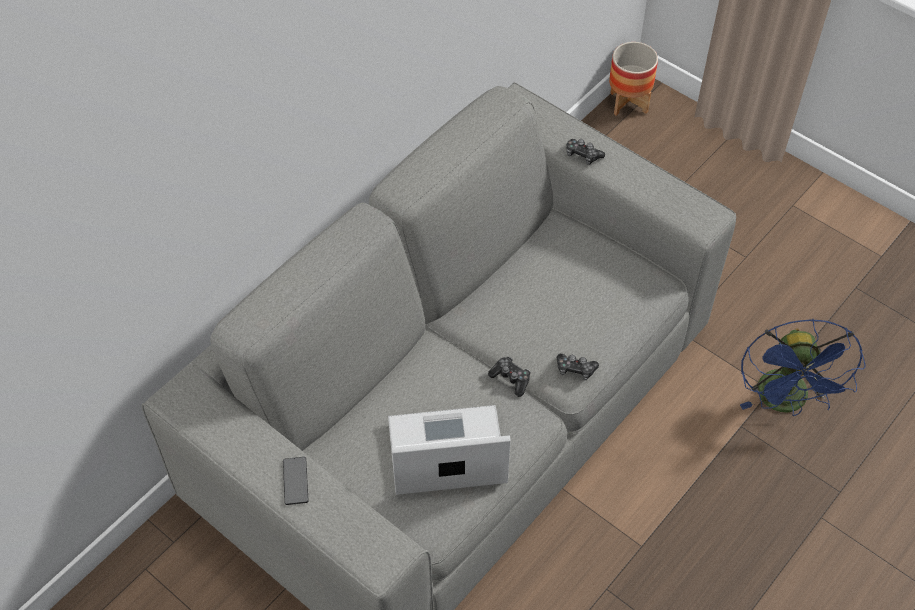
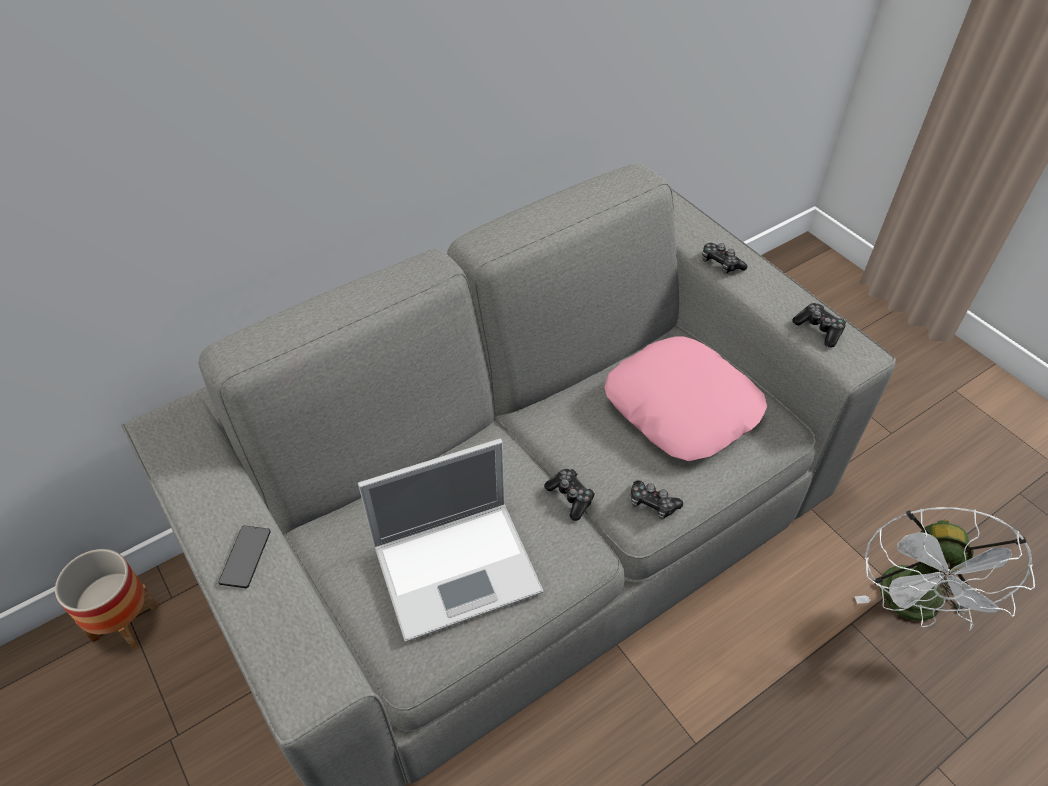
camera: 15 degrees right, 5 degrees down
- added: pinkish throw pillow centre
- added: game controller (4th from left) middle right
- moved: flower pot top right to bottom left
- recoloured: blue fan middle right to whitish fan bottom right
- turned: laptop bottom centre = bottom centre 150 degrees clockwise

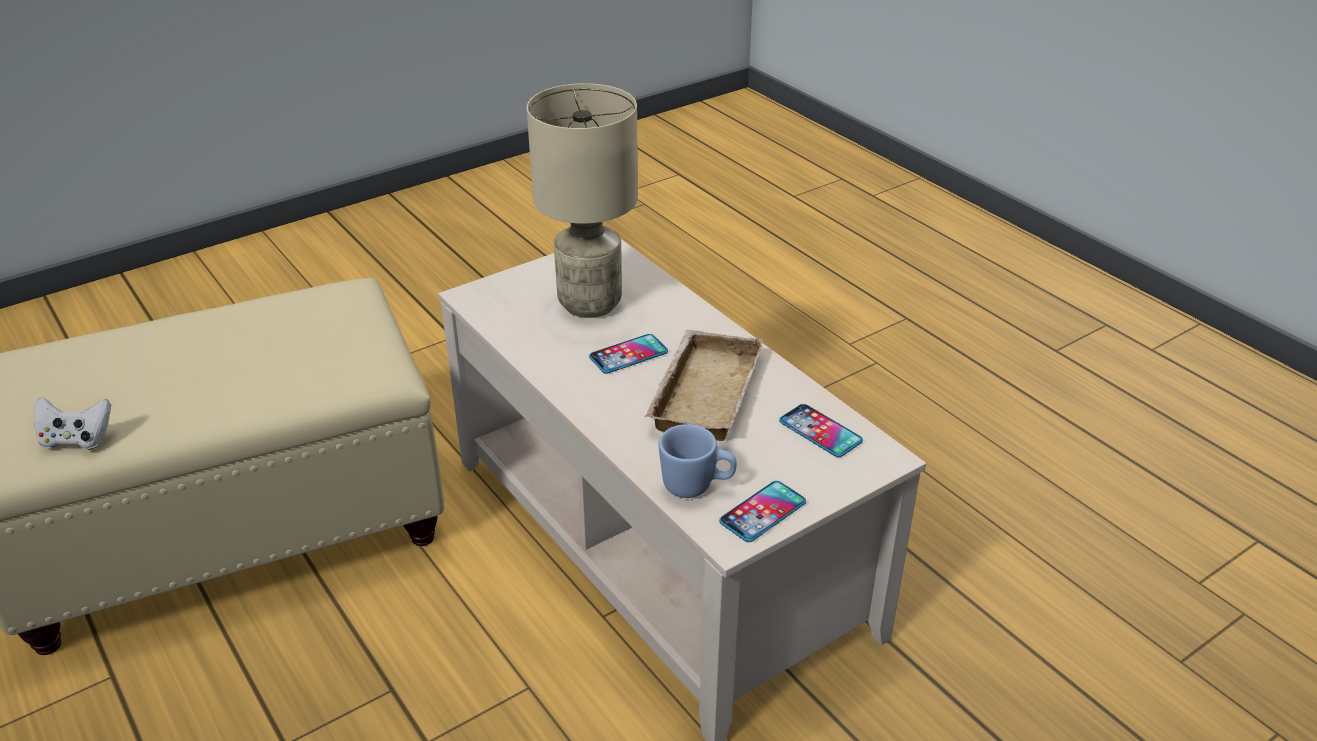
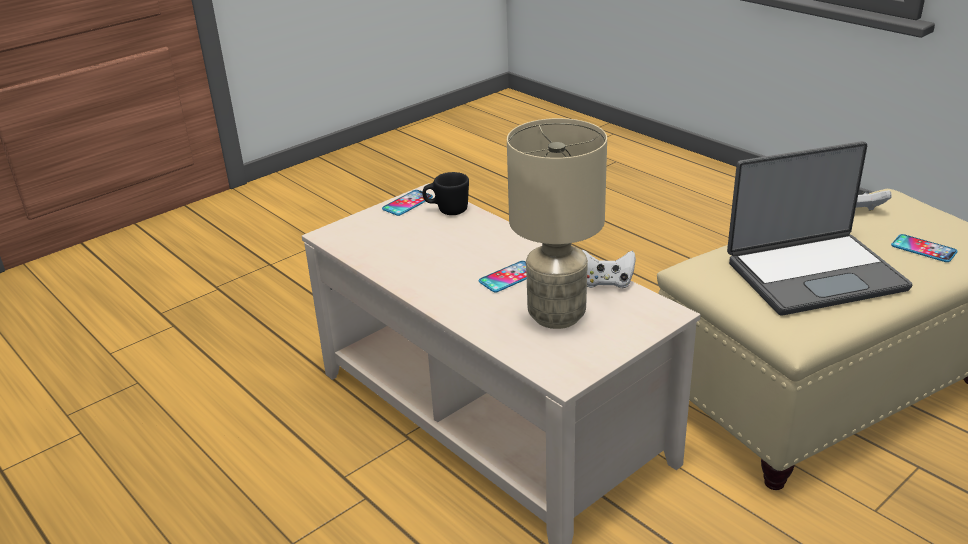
camera: 175 degrees right, 5 degrees down
- removed: sand-coloured serving tray centre
- added: whitish game controller (1st from left) centre
- added: laptop middle right
- moved: phone (3rd from left) centre to middle right
- recoloured: blue coffee mug centre to blackish coffee mug centre

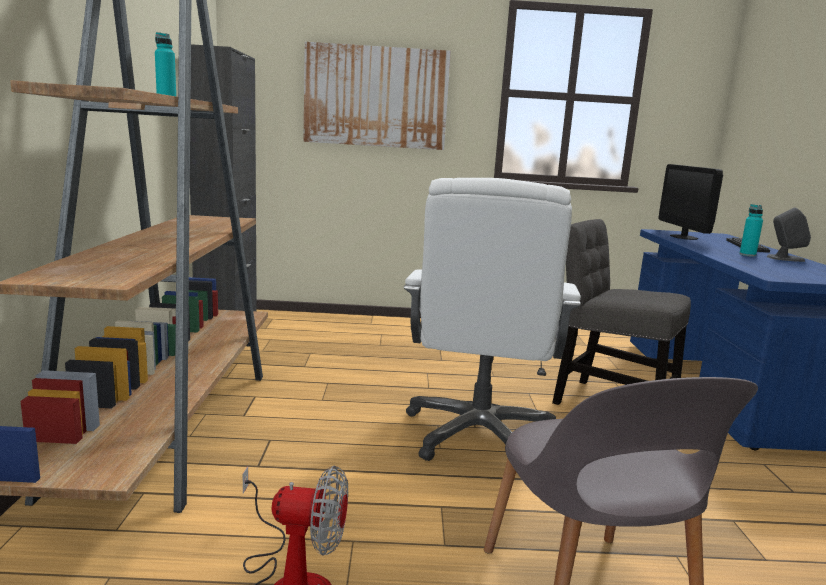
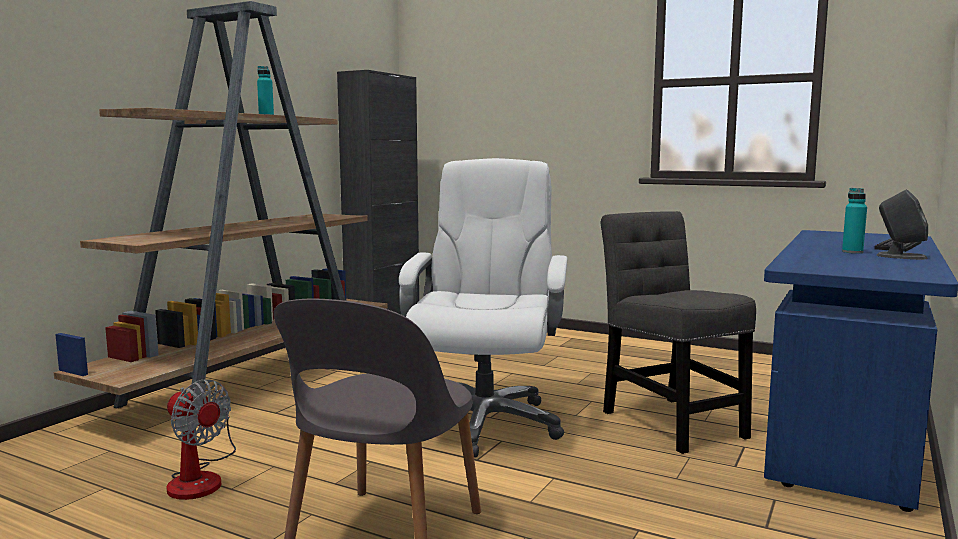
camera: 30 degrees right, 5 degrees down
- removed: wall art top centre
- removed: monitor middle right
- turned: whitish computer chair centre = centre 150 degrees clockwise

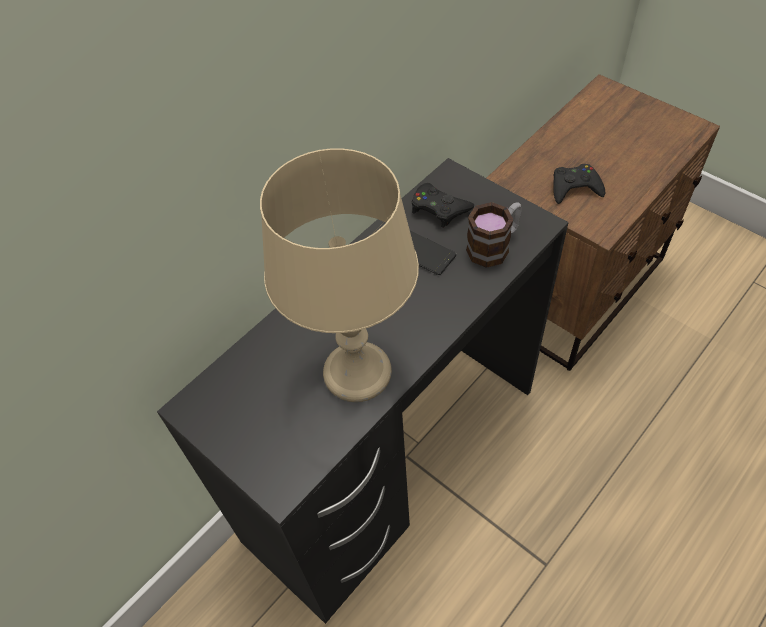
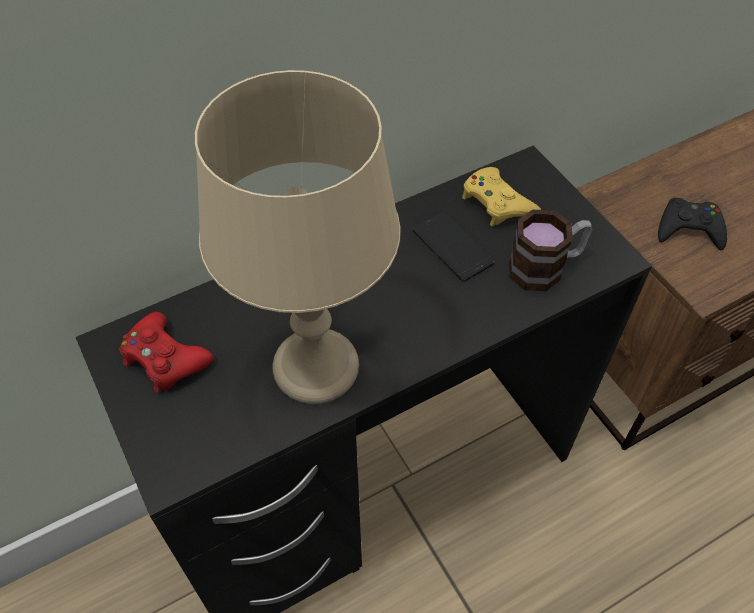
camera: 15 degrees right, 0 degrees up
- added: reddish game controller middle left
- recoloured: blackish game controller (1st from left) top centre to yellowish game controller top centre

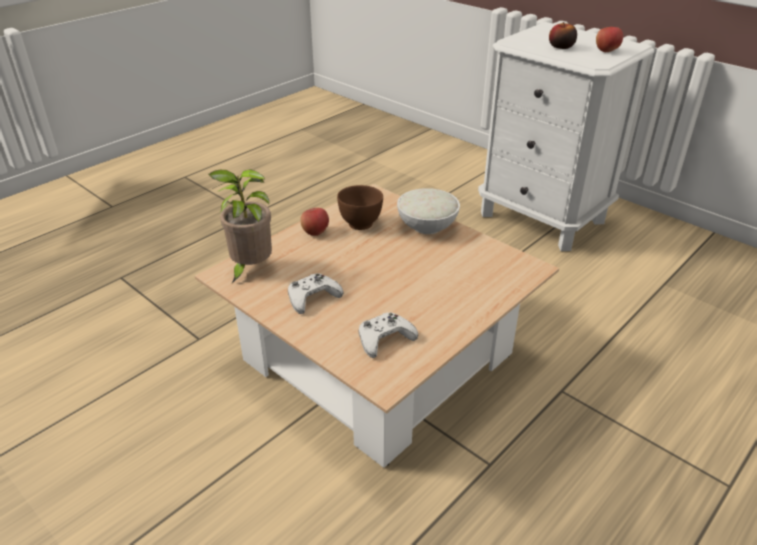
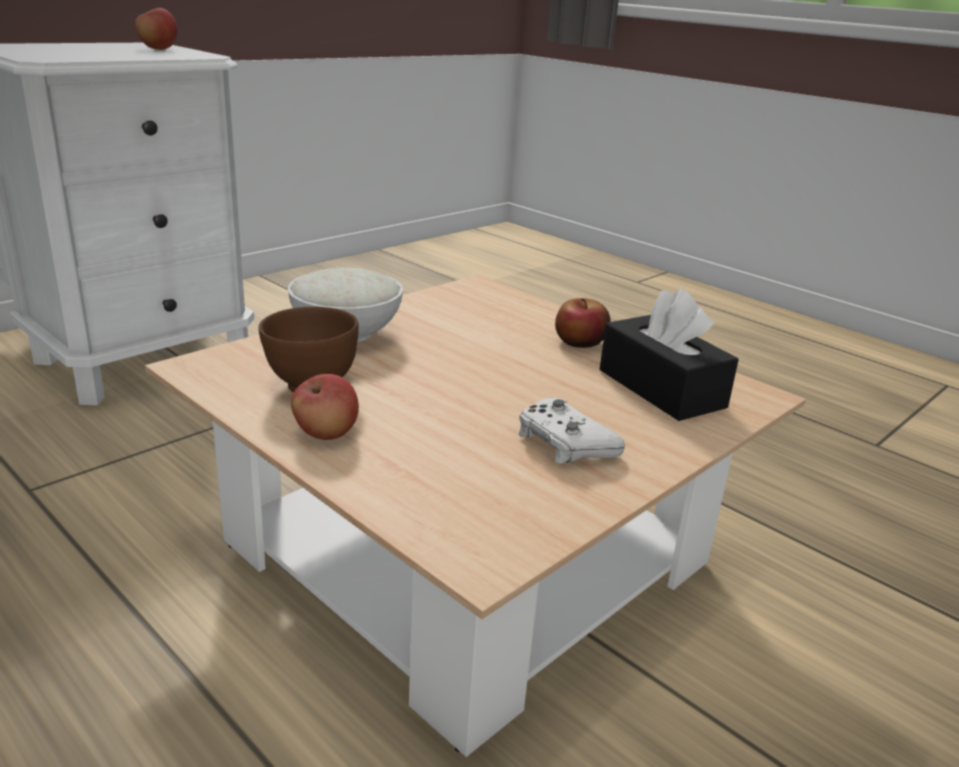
camera: 90 degrees left, 10 degrees down
- removed: potted plant middle left
- moved: whole apple (2nd from left in the first image) top right to whole apple (3rd from left) centre
- replaced: whitish game controller (2nd from left) centre to blackish box of tissues middle right

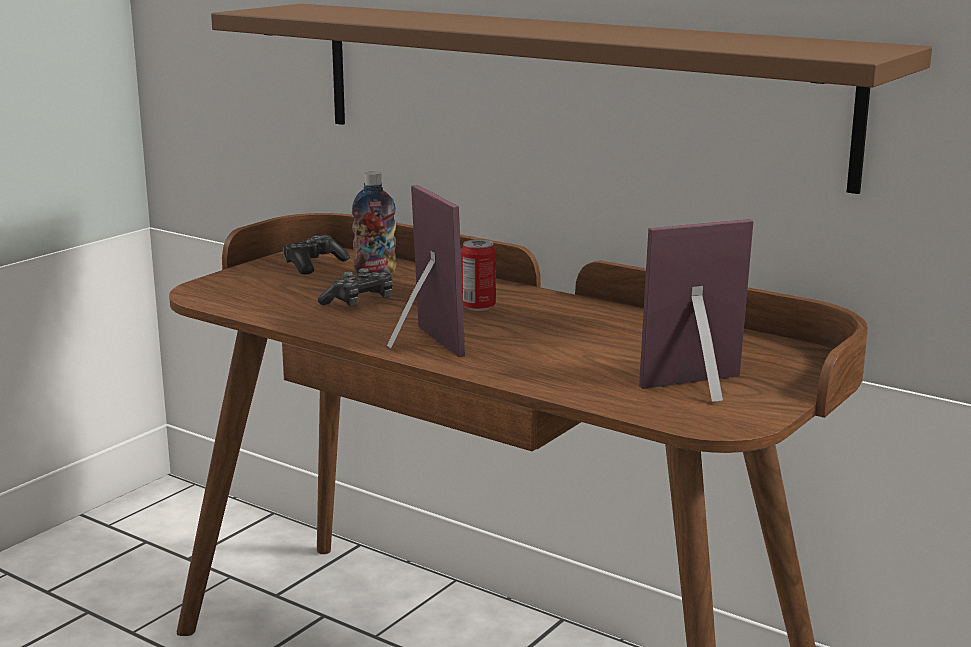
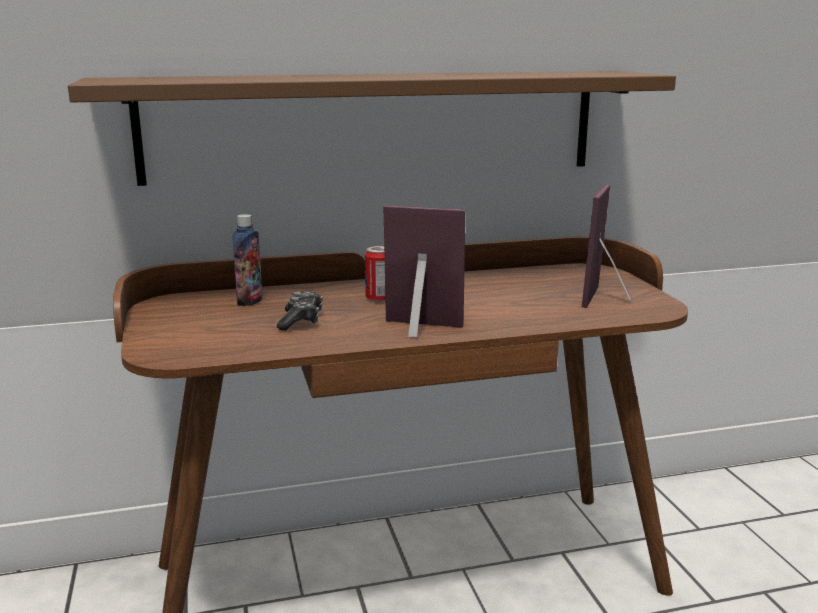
camera: 50 degrees left, 0 degrees up
- removed: game controller (1st from left) middle left

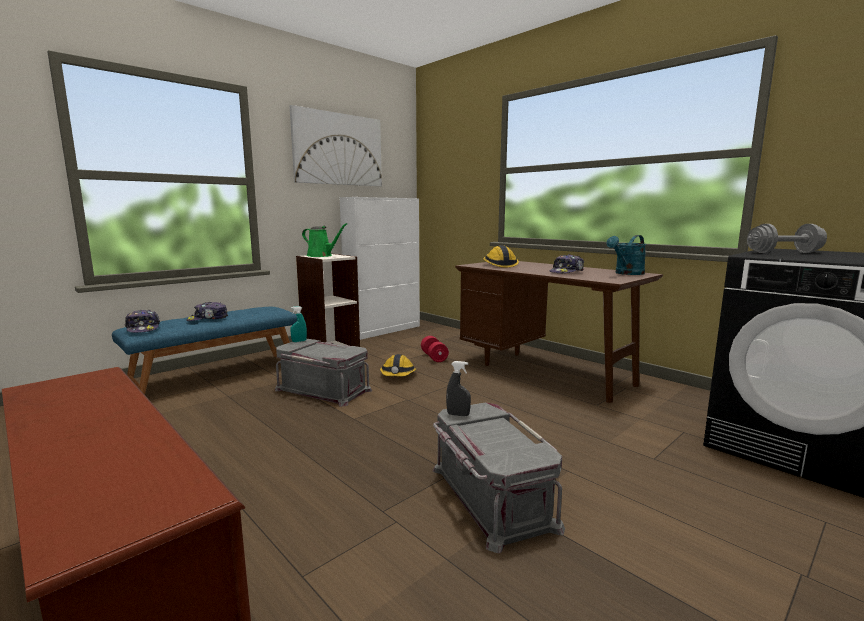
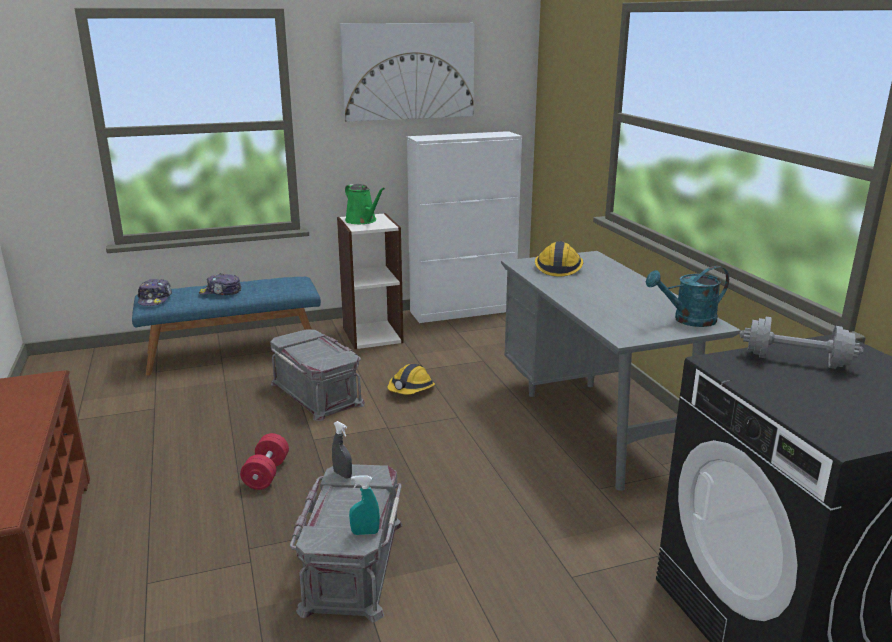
camera: 25 degrees right, 10 degrees up
- removed: baseball cap (3rd from left) centre
- moved: blue-green spray bottle centre to bottom centre
- moved: reddish free weight centre to bottom left
- recoloured: brown-coloured desk table centre to grey desk table middle right

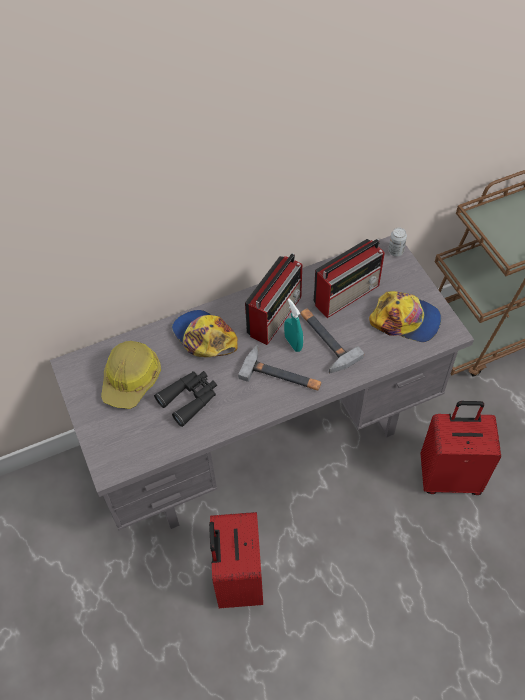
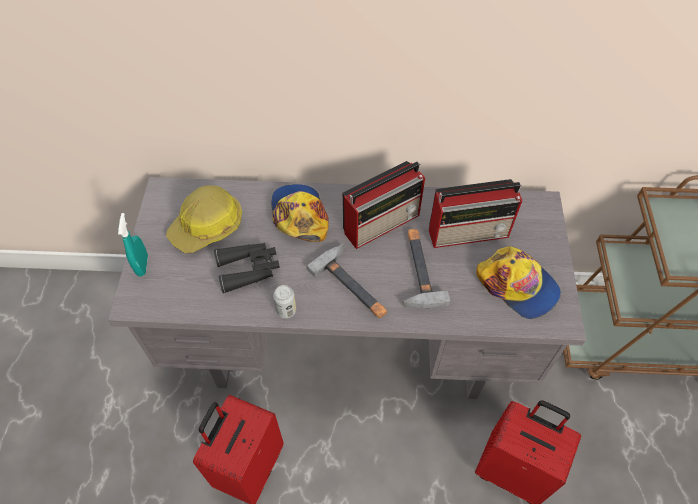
camera: 25 degrees right, 0 degrees up
- moved: blue-green spray bottle centre to middle left
- moved: can middle right to centre

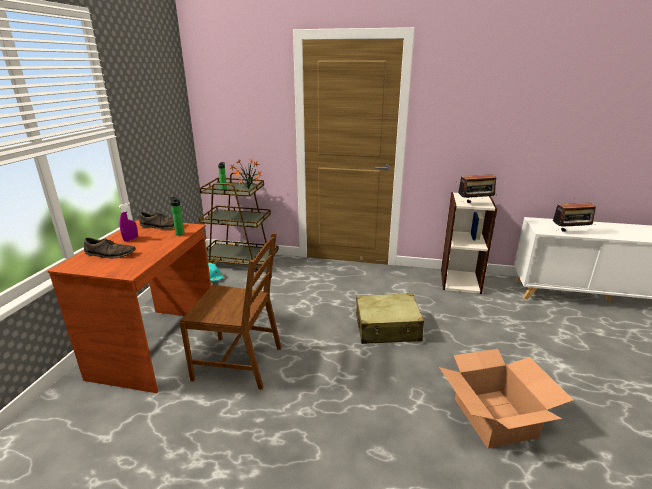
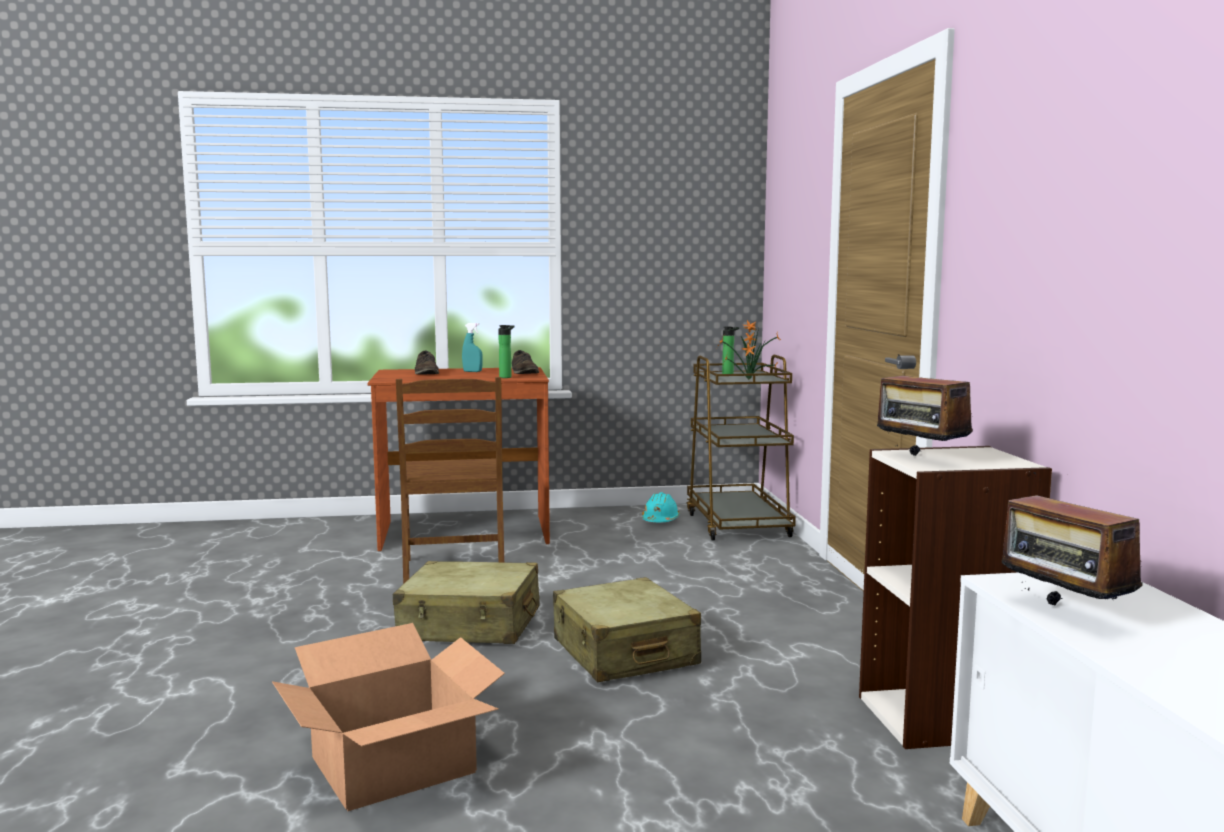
camera: 70 degrees right, 15 degrees down
- added: sand-coloured piece of luggage (1st from left) bottom centre
- recoloured: purple spray bottle middle left to blue-green spray bottle centre

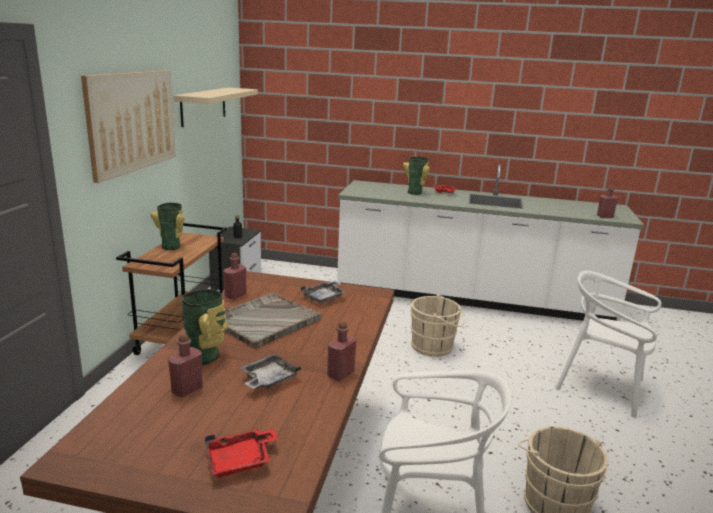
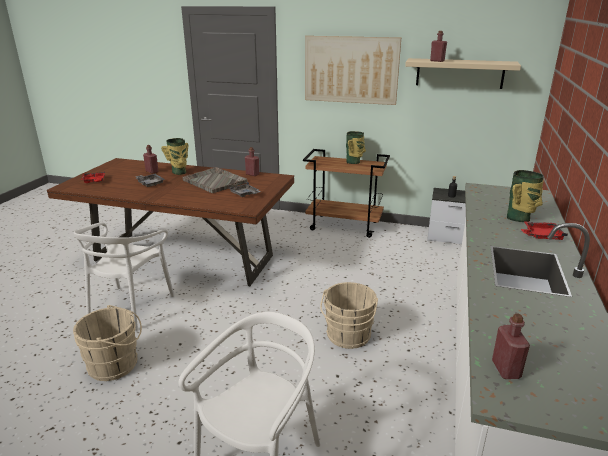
camera: 95 degrees right, 5 degrees up
- moved: reddish beverage bottle (3rd from left) bottom centre to top right

